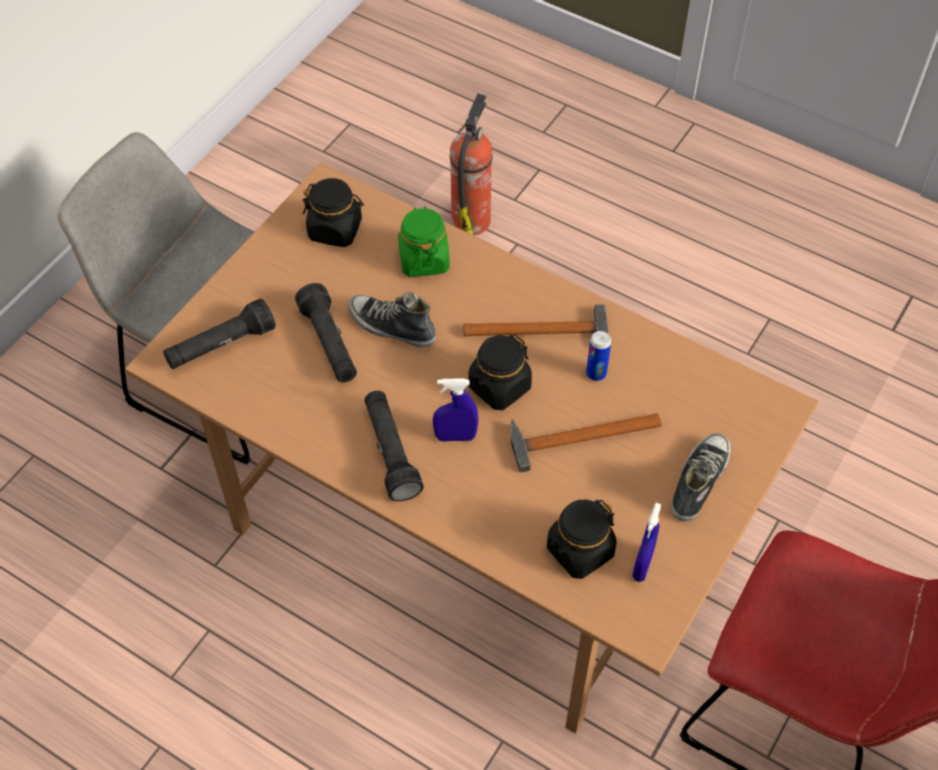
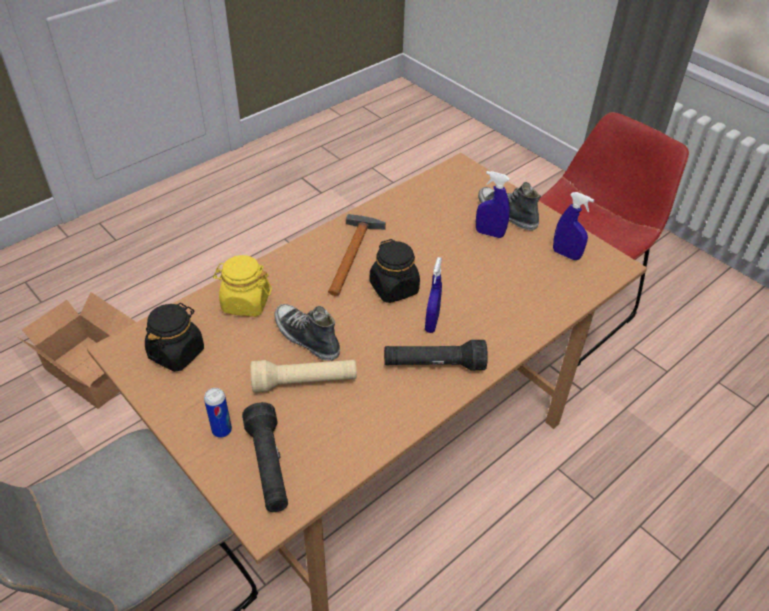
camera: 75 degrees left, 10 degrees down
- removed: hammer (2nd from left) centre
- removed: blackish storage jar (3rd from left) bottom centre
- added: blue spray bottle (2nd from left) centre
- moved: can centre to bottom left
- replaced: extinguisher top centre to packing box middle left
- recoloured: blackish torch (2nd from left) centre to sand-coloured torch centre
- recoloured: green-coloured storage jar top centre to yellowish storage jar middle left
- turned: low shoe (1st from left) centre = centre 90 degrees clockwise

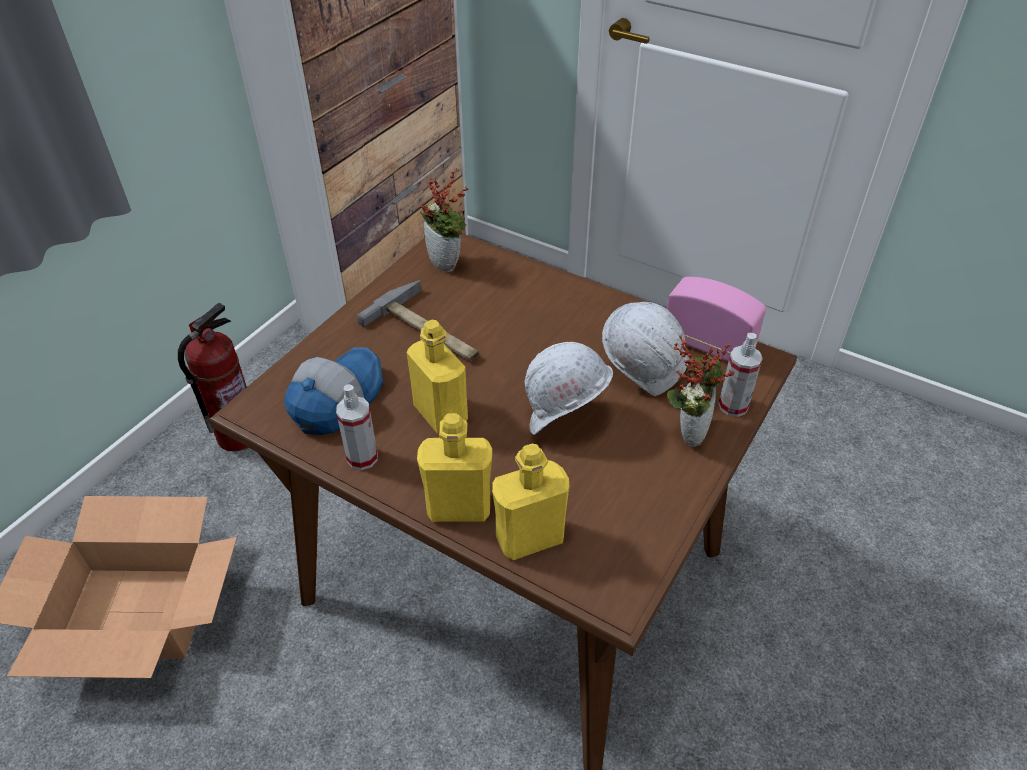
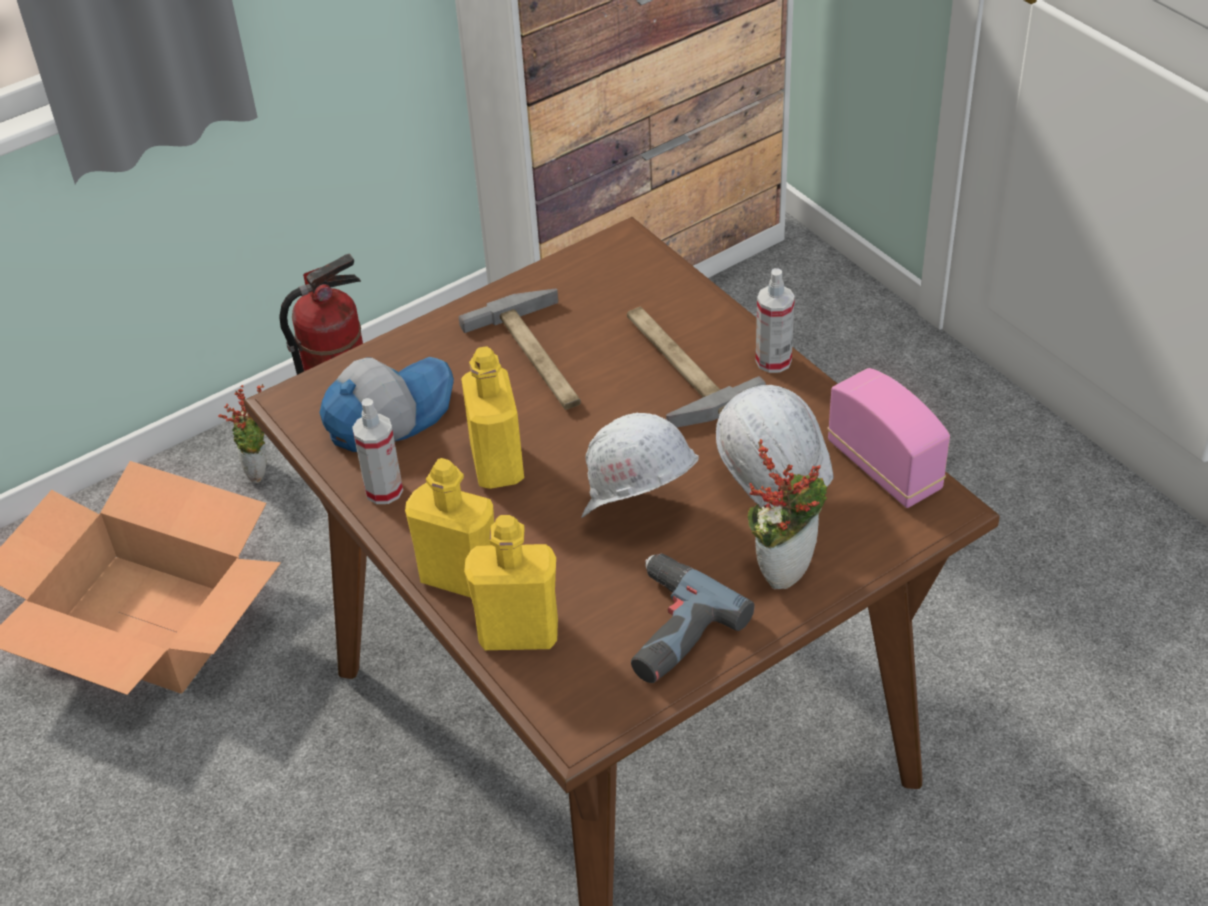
camera: 25 degrees right, 0 degrees up
- added: hammer (2nd from left) centre
- added: power drill bottom centre
- moved: potted plant (1st from left) top centre to middle left
- moved: spray bottle (2nd from left) middle right to centre

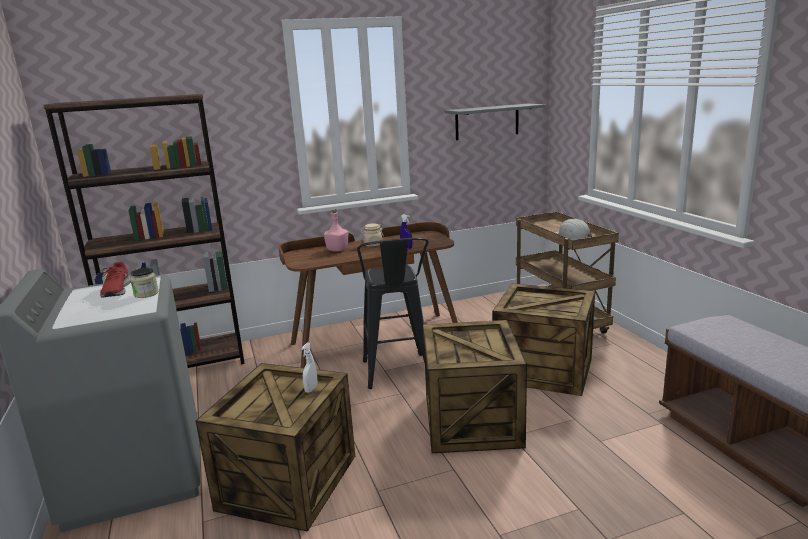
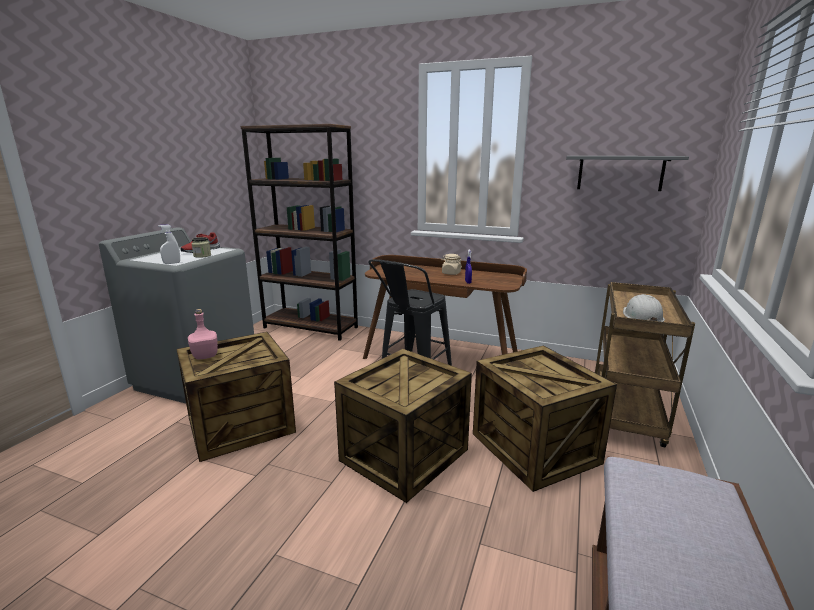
camera: 40 degrees right, 0 degrees up
- moved: whitish spray bottle bottom centre to middle left
- moved: pinkish beverage bottle centre to middle left

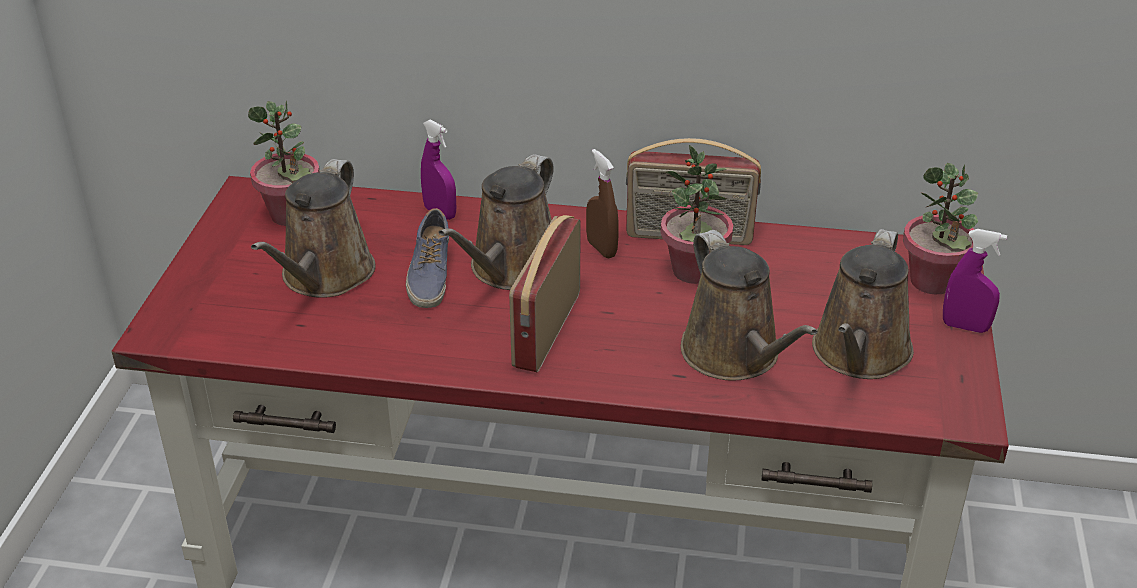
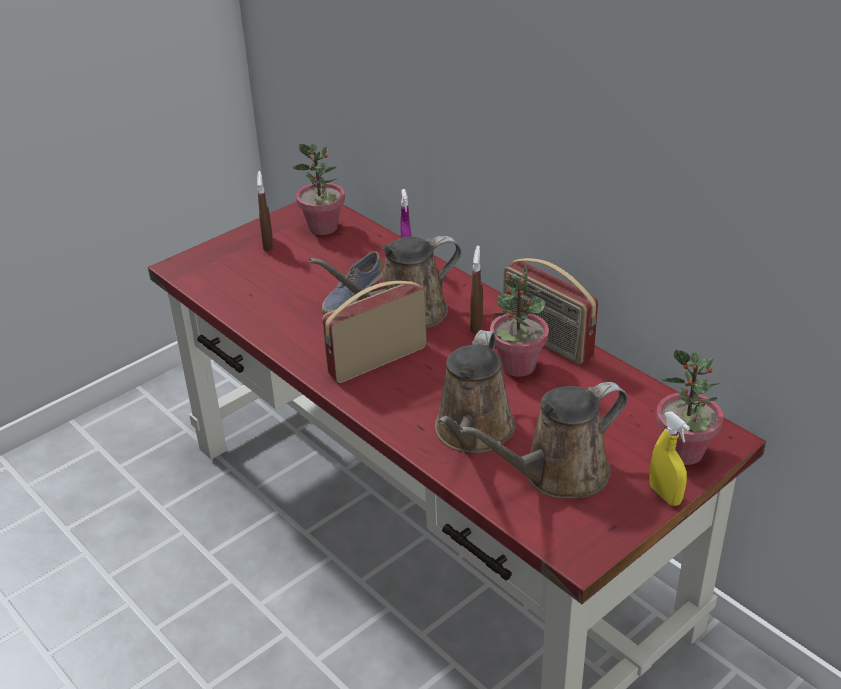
camera: 40 degrees right, 0 degrees up
- removed: brown-coloured watering can (1st from left) middle left
- added: brown-coloured spray bottle (1st from left) top left
- recoloured: purple spray bottle (2nd from left) middle right to yellowish spray bottle middle right

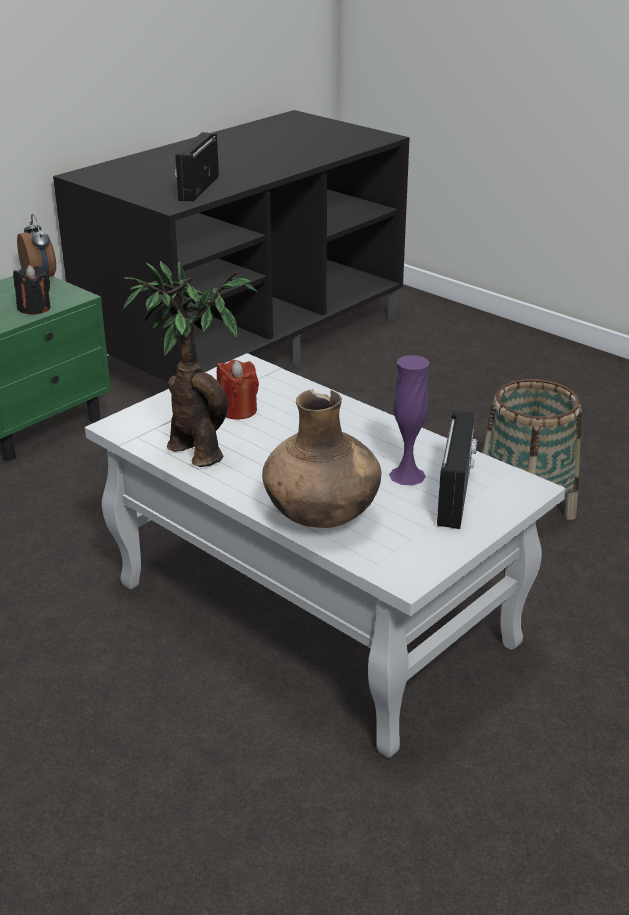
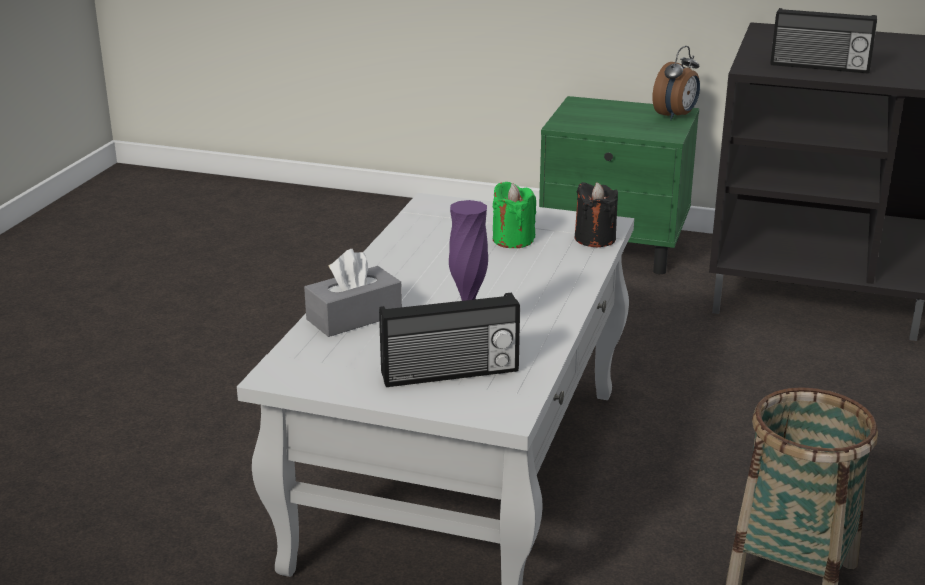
camera: 65 degrees right, 5 degrees down
- removed: potted plant middle left
- moved: blackish wax light top left to centre
- replaced: brown-coloured decorative vase centre to grey box of tissues centre
- recoloured: reddish wax light centre to green-coloured wax light centre
- turned: radio set (1st from left in the first image) top left = top right 150 degrees counterclockwise

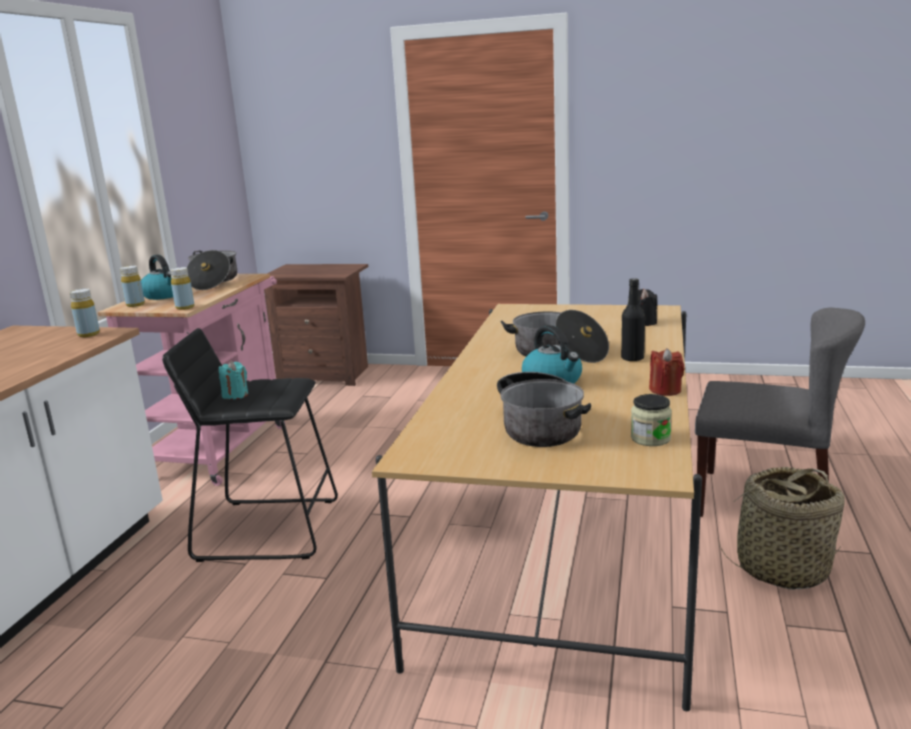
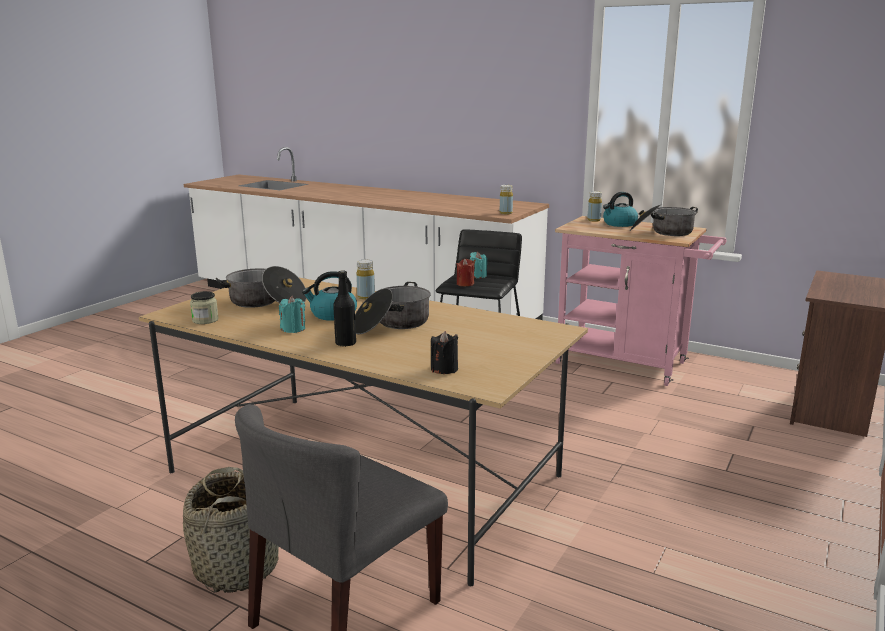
camera: 105 degrees right, 0 degrees up
- added: blue-green wax light (1st from left) middle left
- moved: yellowish beverage bottle (3rd from left in the first image) middle left to yellowish beverage bottle (1st from left) centre
- moved: reddish wax light middle right to centre

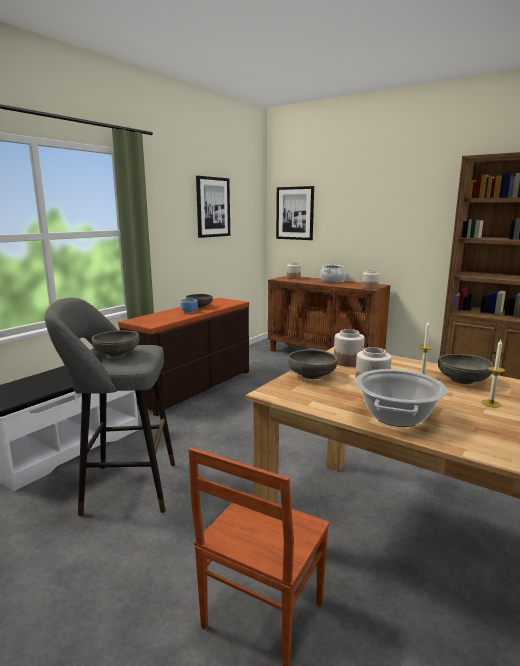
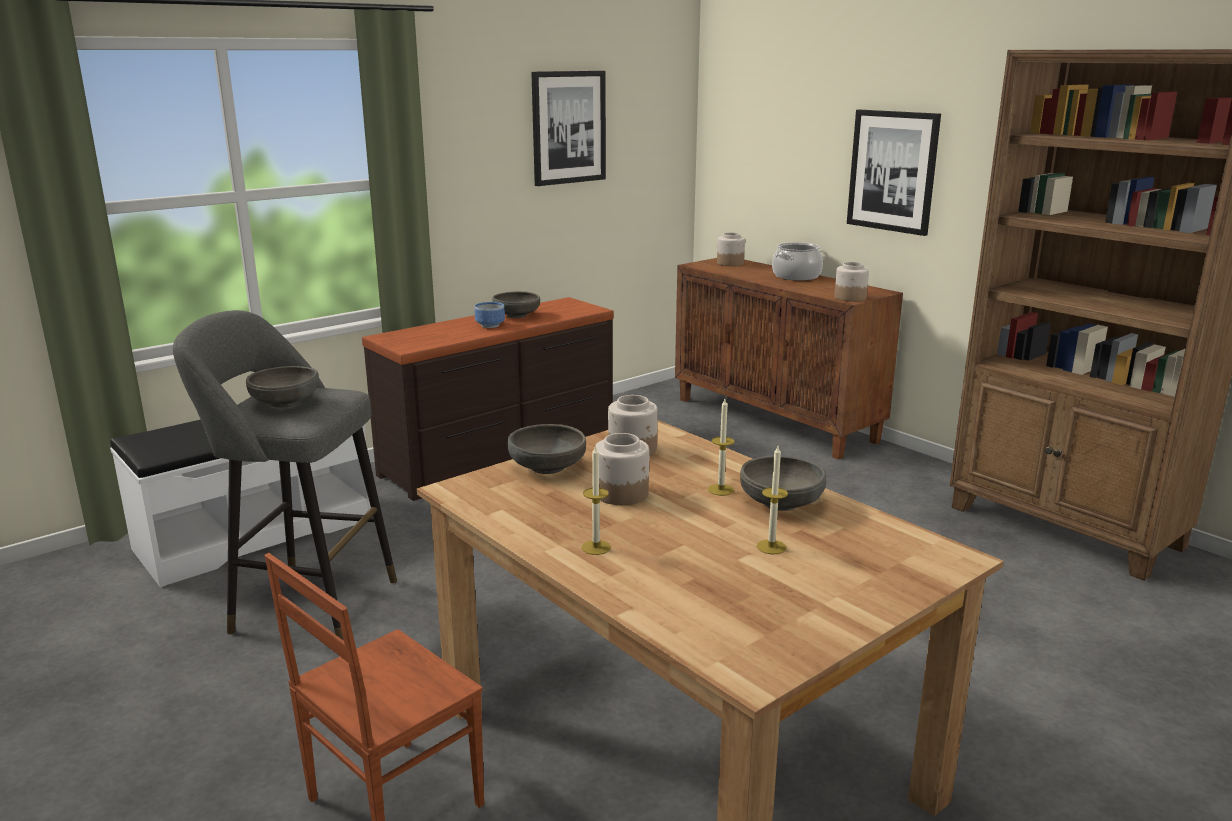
camera: 15 degrees right, 5 degrees up
- moved: wall art (2nd from left) top centre to top right
- replaced: saucepot (2nd from left) middle right to wax light (1st from left) centre

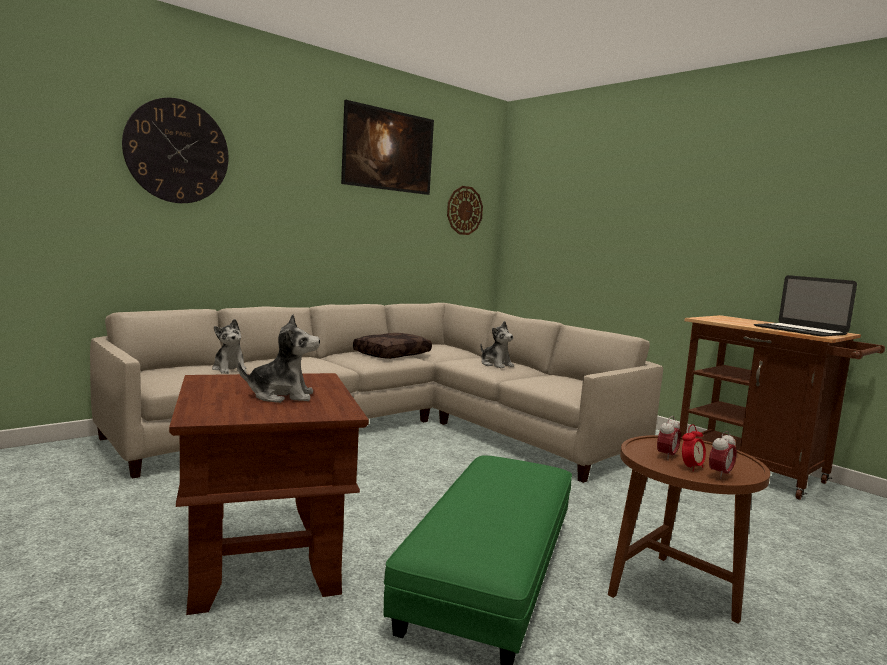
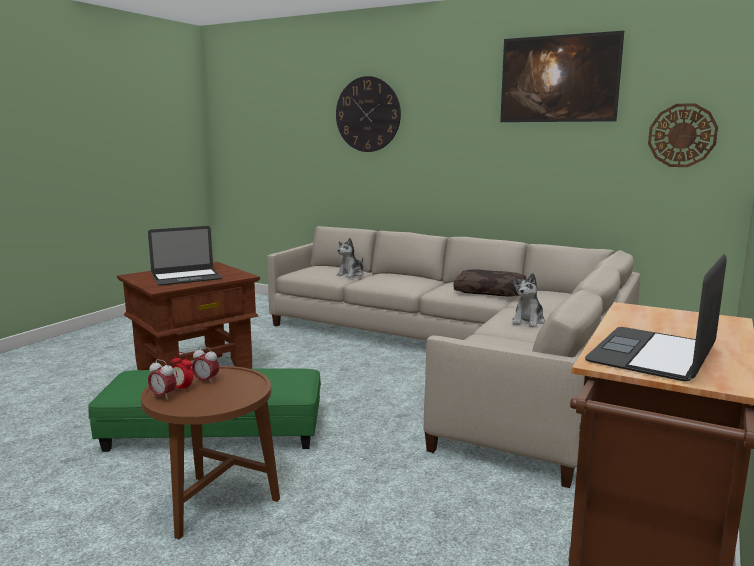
camera: 70 degrees right, 5 degrees up
- replaced: soft toy (2nd from left) middle left to laptop (1st from left) middle left

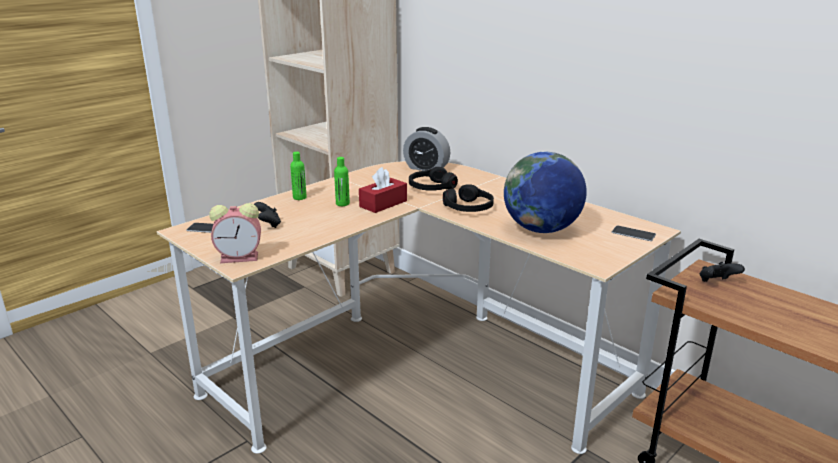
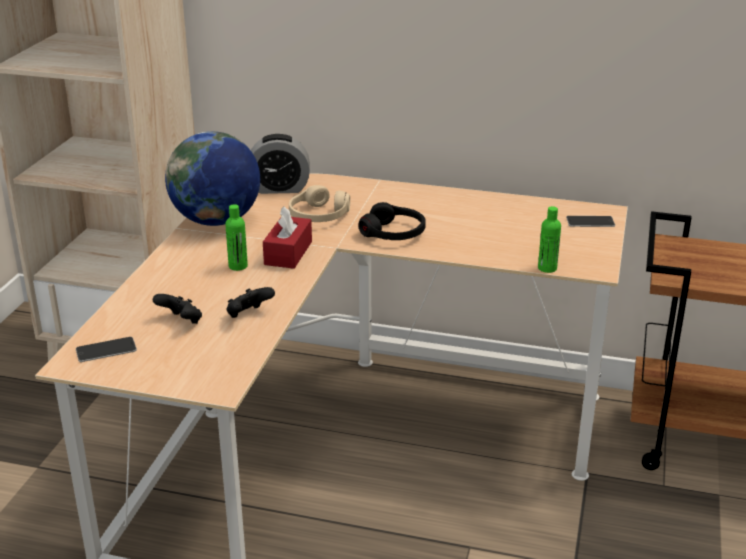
camera: 30 degrees left, 5 degrees up
- removed: alarm clock (1st from left) middle left
- moved: green-coloured beverage bottle (1st from left in the first image) centre to green-coloured beverage bottle (2nd from left) middle right
- moved: world globe centre to top left
- moved: blackish game controller (2nd from left) middle right to centre
- recoloured: blackish headset (1st from left) centre to sand-coloured headset centre

